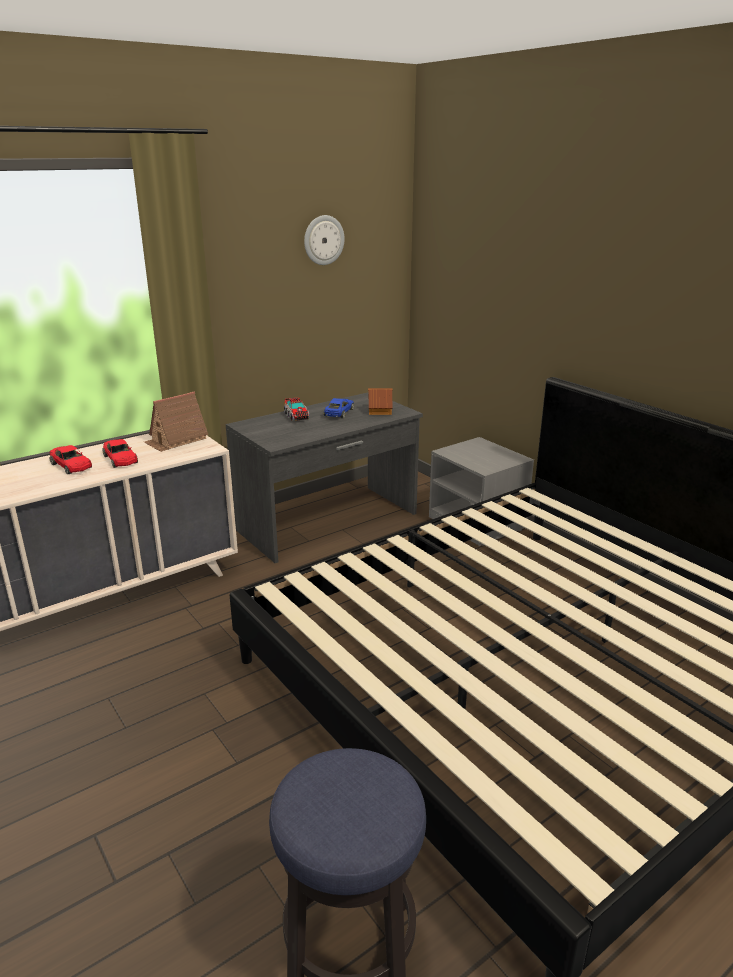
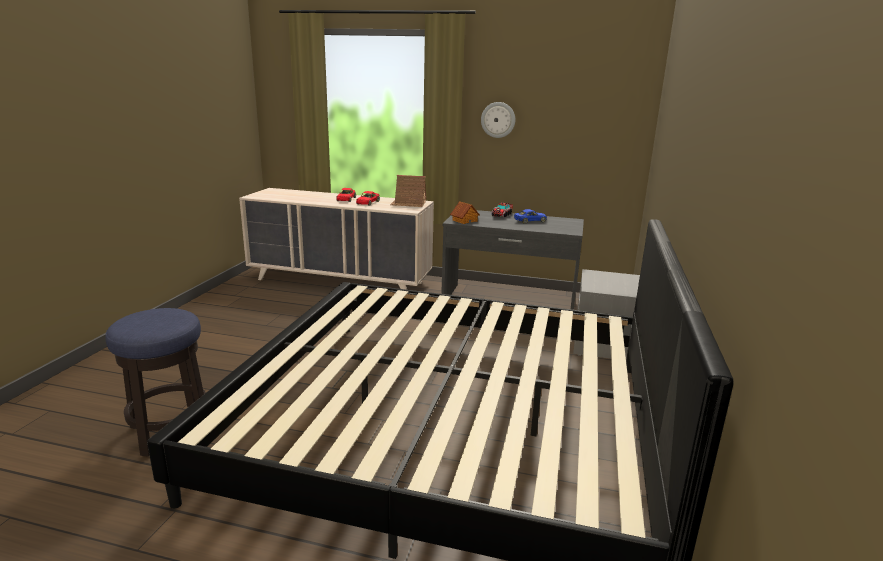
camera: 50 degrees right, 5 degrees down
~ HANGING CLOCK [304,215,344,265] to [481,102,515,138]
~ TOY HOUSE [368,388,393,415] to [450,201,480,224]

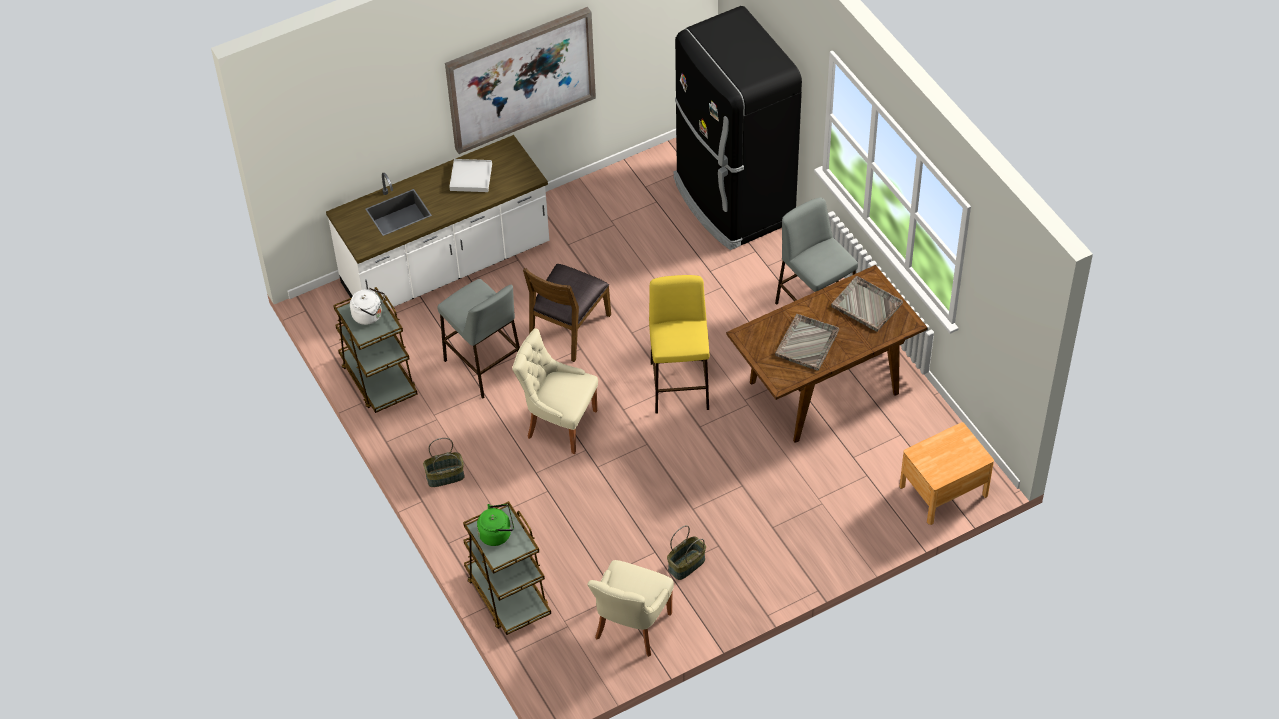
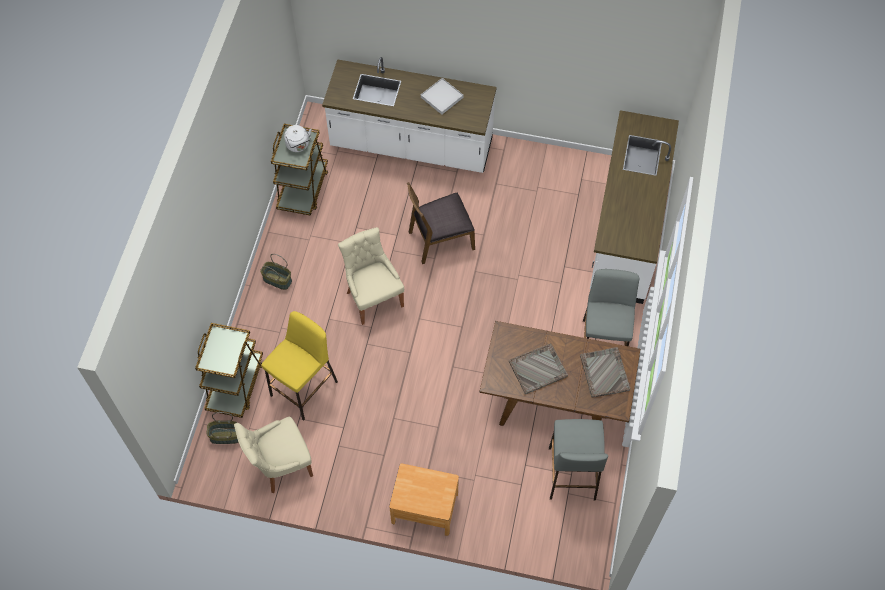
camera: 40 degrees right, 10 degrees up
~ BLACK-COLOURED FRIDGE [674,6,802,250] to WHITE KITCHEN COUNTER [590,110,679,304]
- PICTURE [445,7,596,154]
~ YELLOW-COLOURED STOOL [649,275,709,414] to [262,311,338,421]
~ GREY STOOL [437,279,520,399] to [549,419,608,500]
~ BROWN-COLOURED NIGHTSTAND [900,422,994,525] to [389,464,459,536]
- GREEN-COLOURED WATER KETTLE [477,504,514,546]
~ HOUSEHOLD BASKET [667,525,706,580] to [206,412,238,444]

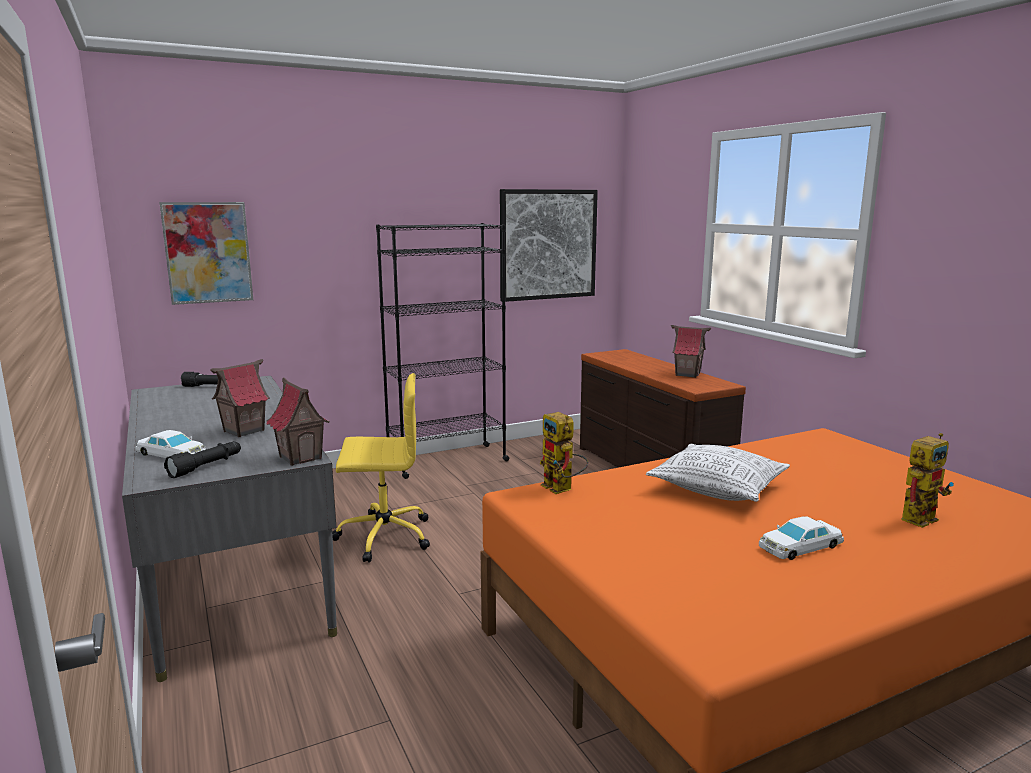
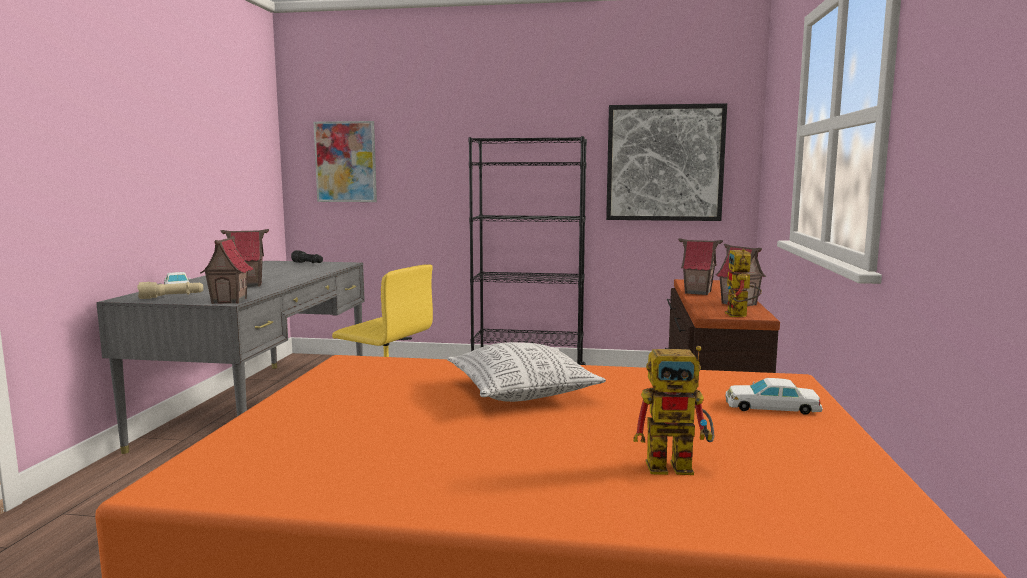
camera: 35 degrees right, 5 degrees down
~ TOY ROBOT [540,412,589,494] to [725,249,762,317]
~ BLACK-COLOURED HAND TORCH [164,441,241,478] to BEIGE-COLOURED HAND TORCH [137,282,203,299]
~ WHITE TOY CAR [759,517,844,560] to [726,378,823,415]
+ TOY HOUSE [678,238,723,295]

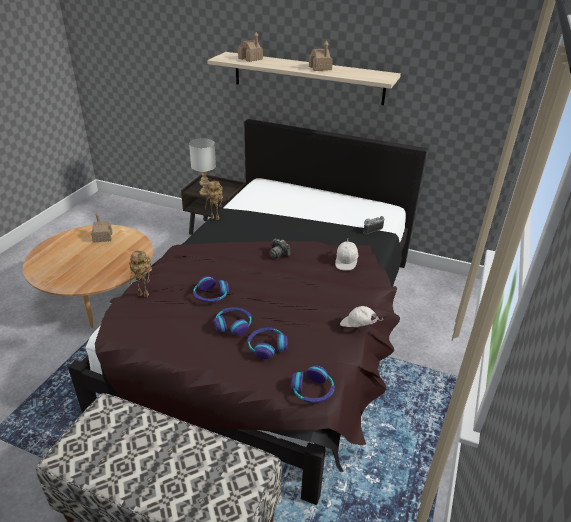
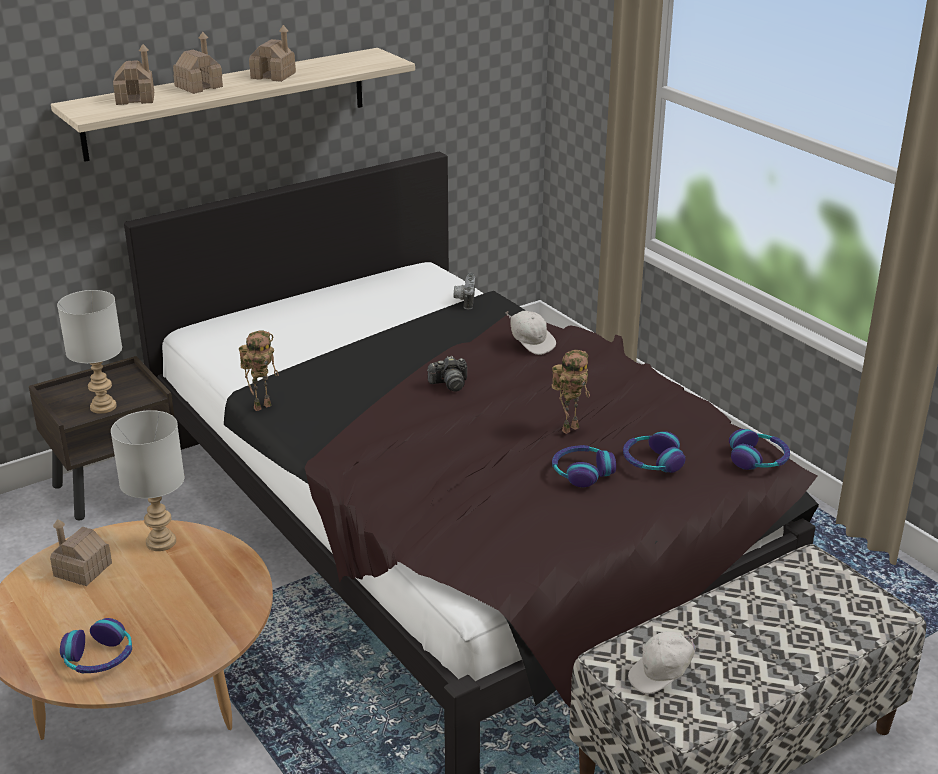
camera: 55 degrees left, 5 degrees down
~ TOY ROBOT [129,250,152,297] to [552,350,590,434]
~ HEADSET [193,277,229,302] to [60,618,132,673]
~ WHITE CAP [340,306,384,327] to [628,631,699,694]
+ TOY HOUSE [173,32,223,94]
+ GREY LAMP FOR A TABLE [111,410,184,551]

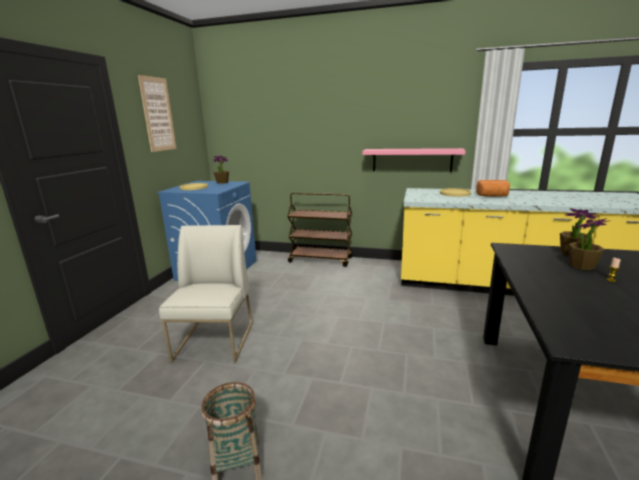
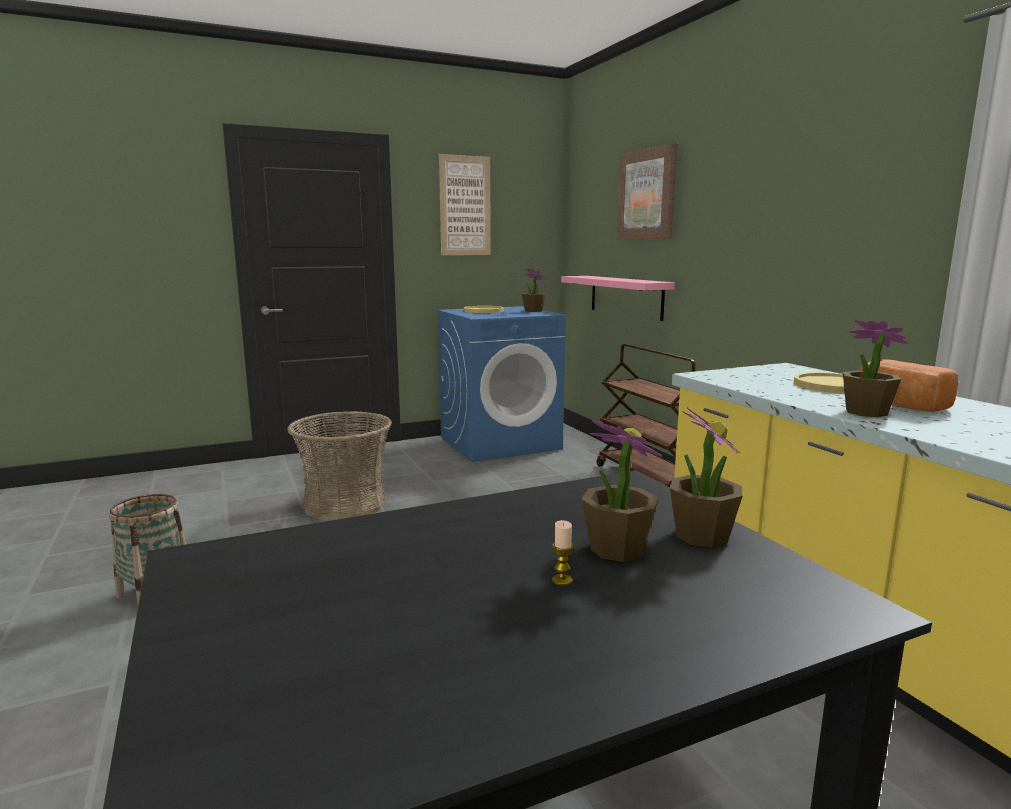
camera: 50 degrees right, 5 degrees down
~ PINKISH SHELF [362,148,466,172] to [561,276,675,321]
~ WHITE UPRIGHT CHAIR [159,225,252,363] to HOUSEHOLD BASKET [287,411,392,520]
+ PICTURE [616,143,677,240]
+ POTTED PLANT [843,320,908,417]

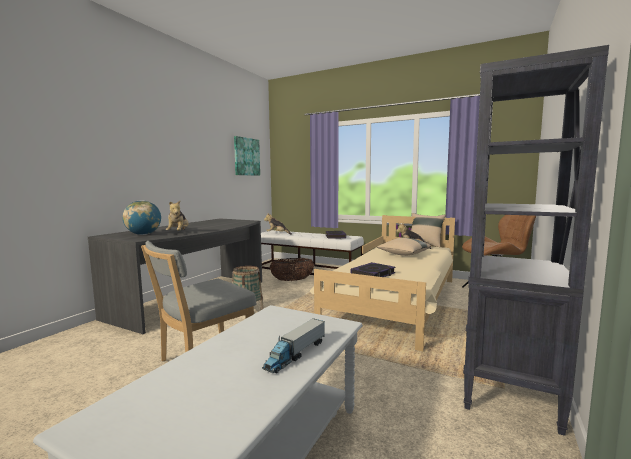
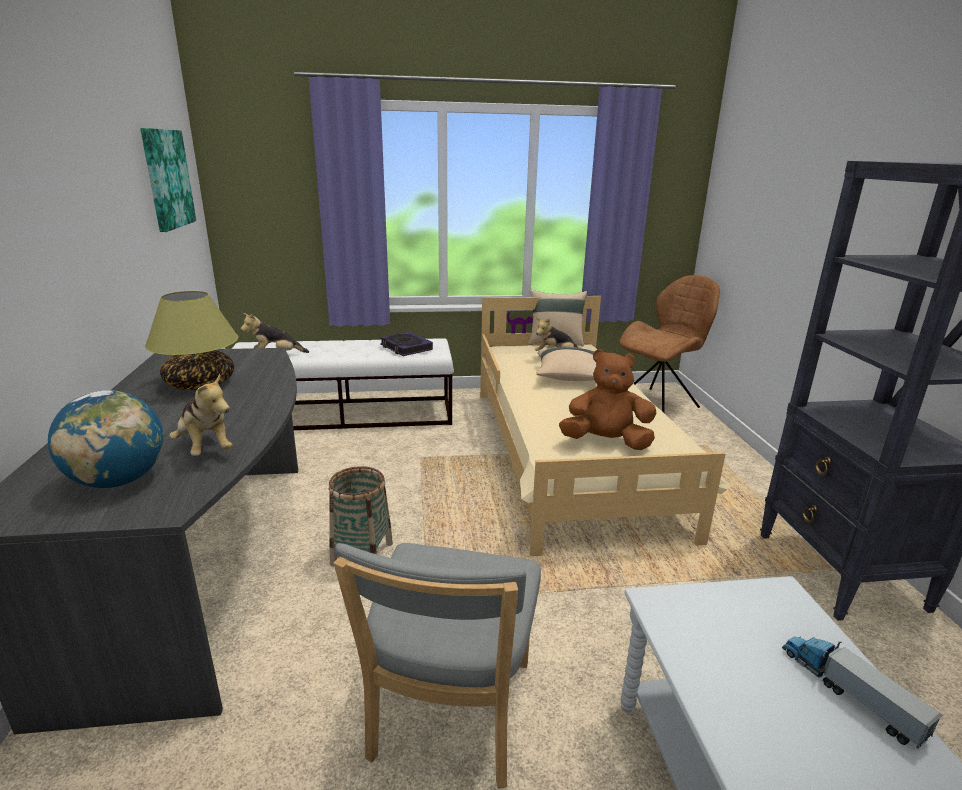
camera: 35 degrees left, 15 degrees up
- HOUSEHOLD BASKET [270,258,314,281]
~ BOOK [350,262,395,277] to BROWN-COLOURED PLUSH TOY [559,349,656,450]
~ TOY LORRY [262,318,325,374] = [782,636,943,749] 150 degrees clockwise
+ LAMP FOR A TABLE [145,291,238,390]

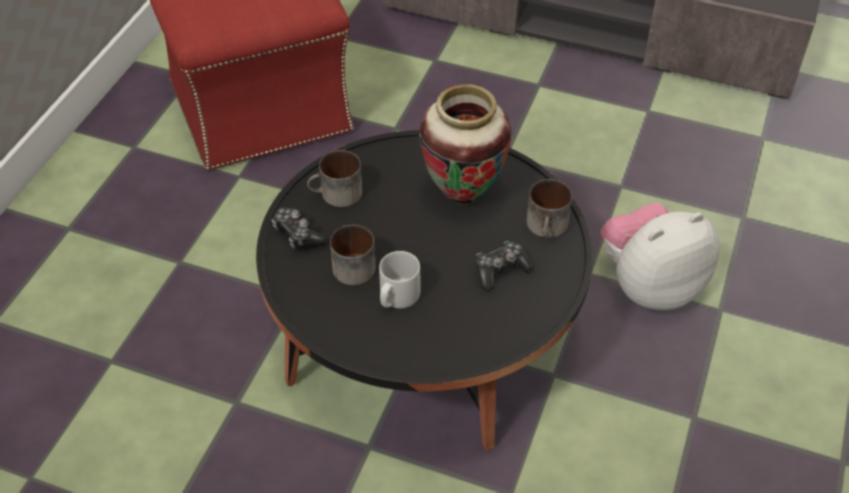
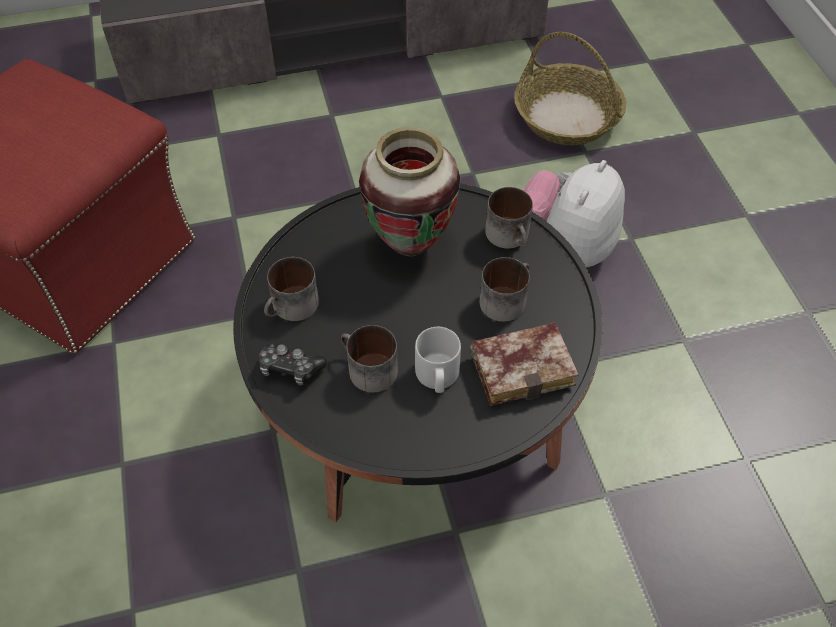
camera: 35 degrees left, 5 degrees up
~ GAME CONTROLLER [476,241,534,291] to COFFEE MUG [480,257,530,322]
+ HOUSEHOLD BASKET [514,32,626,145]
+ BOOK [470,323,579,406]

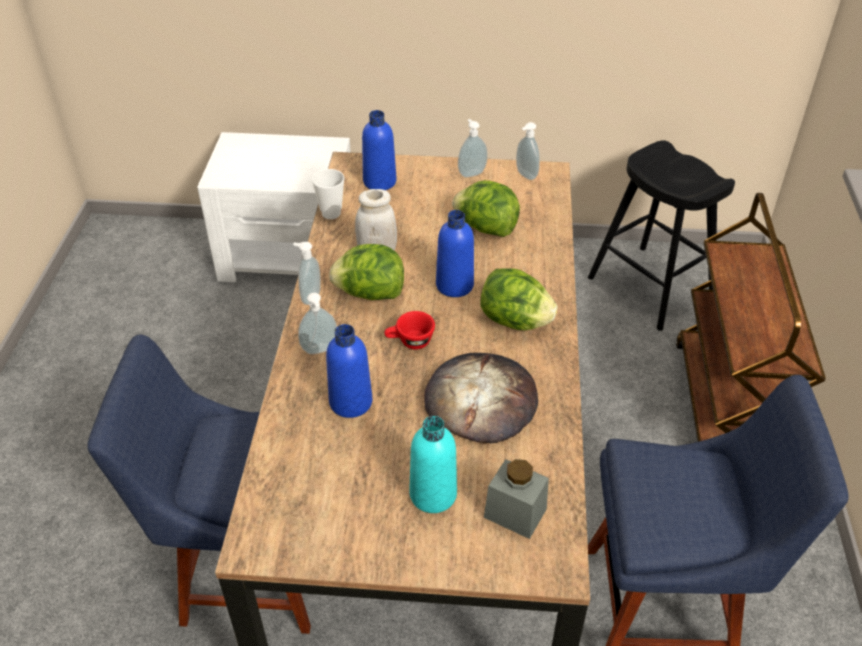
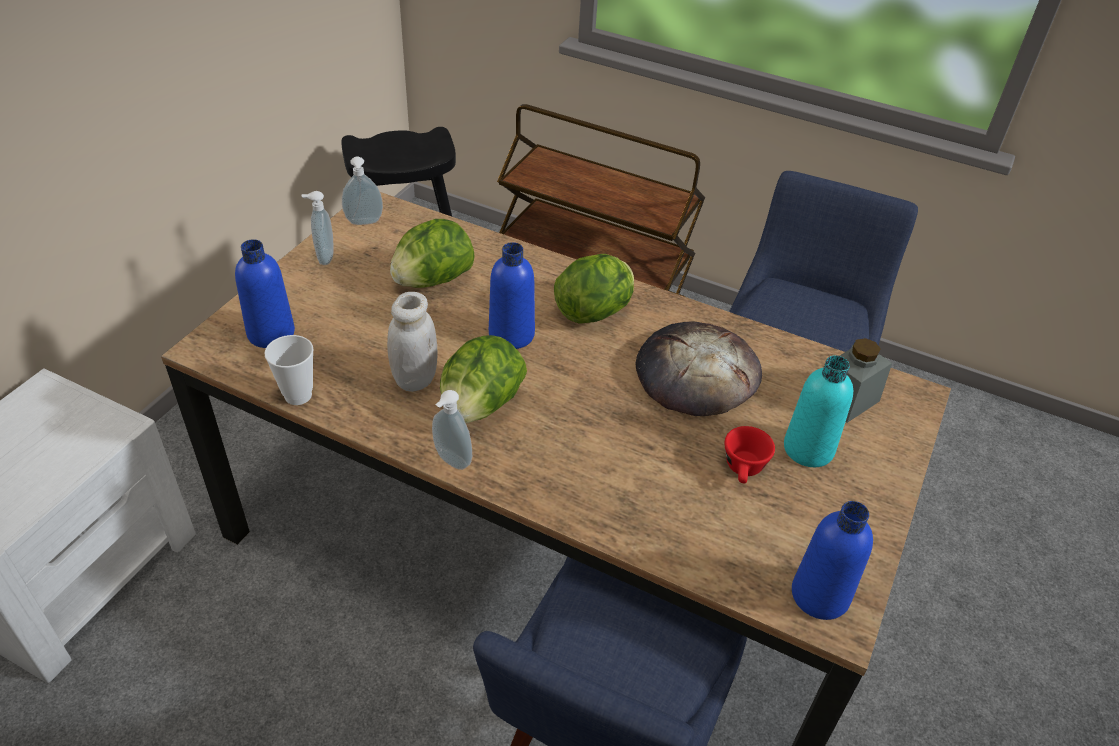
camera: 70 degrees left, 0 degrees up
- SOAP DISPENSER [298,293,337,354]
~ REDDISH SMALL CUP [385,311,435,349] to [725,426,775,484]
~ BLUE DRINK BOTTLE [326,324,372,418] to [792,501,873,620]

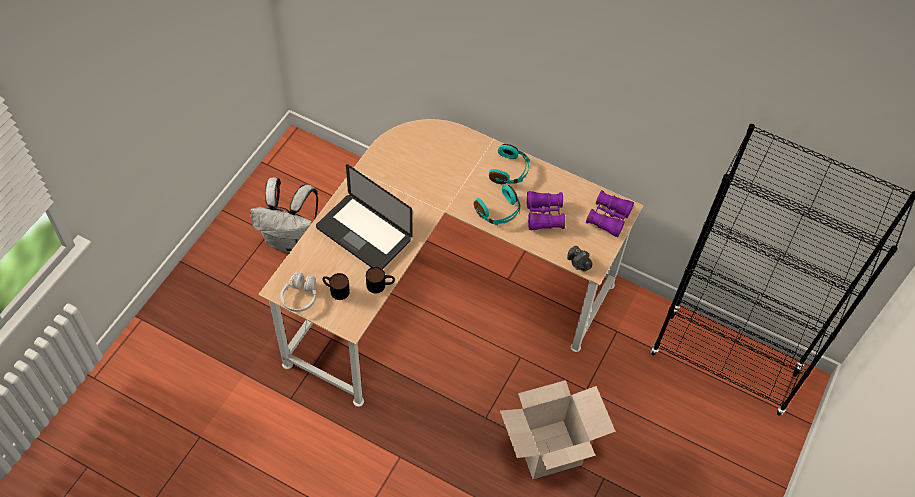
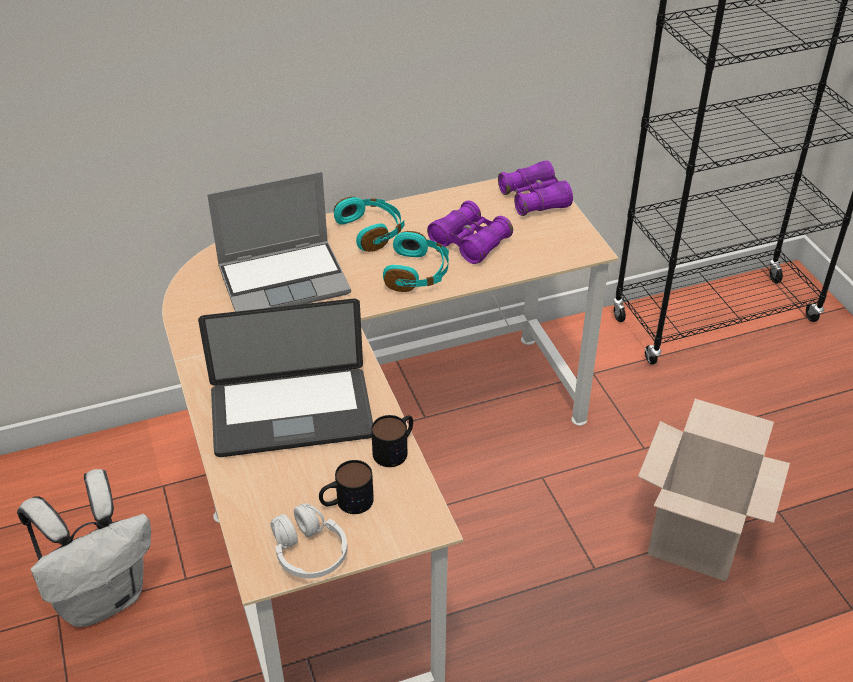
camera: 45 degrees left, 15 degrees down
- PHOTO CAMERA [567,246,593,271]
+ LAPTOP [207,171,351,312]

